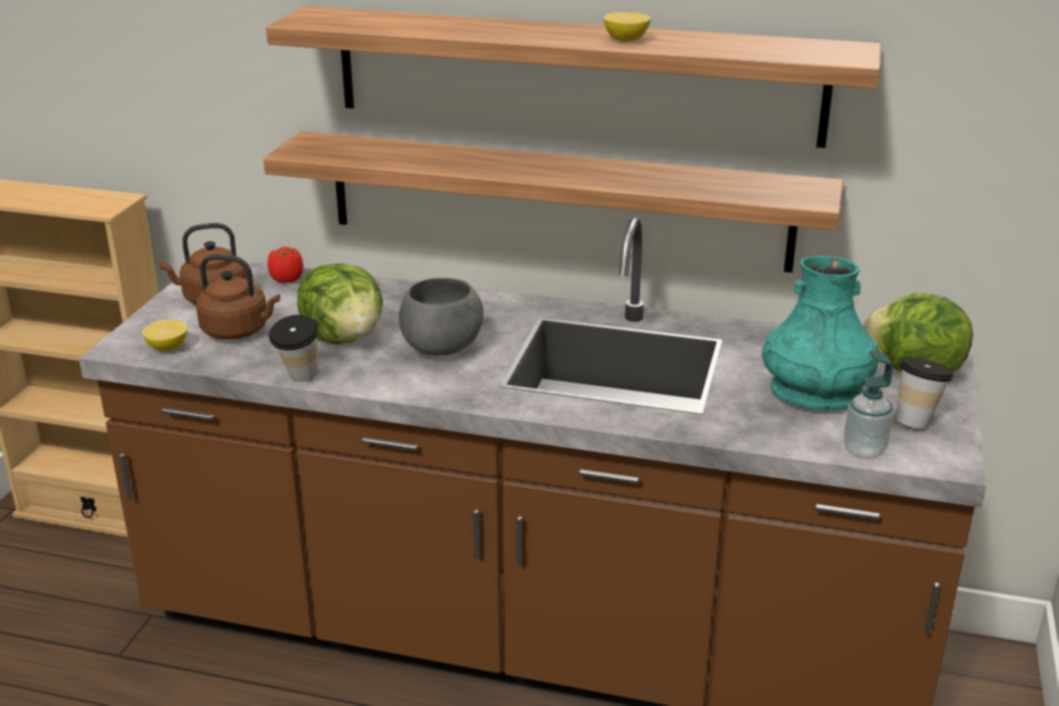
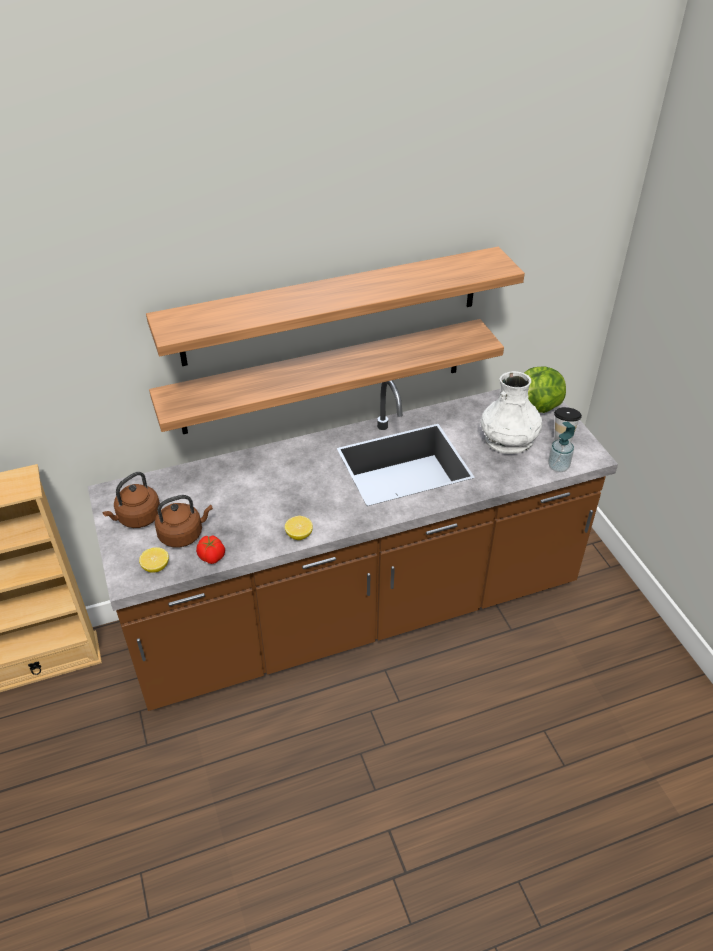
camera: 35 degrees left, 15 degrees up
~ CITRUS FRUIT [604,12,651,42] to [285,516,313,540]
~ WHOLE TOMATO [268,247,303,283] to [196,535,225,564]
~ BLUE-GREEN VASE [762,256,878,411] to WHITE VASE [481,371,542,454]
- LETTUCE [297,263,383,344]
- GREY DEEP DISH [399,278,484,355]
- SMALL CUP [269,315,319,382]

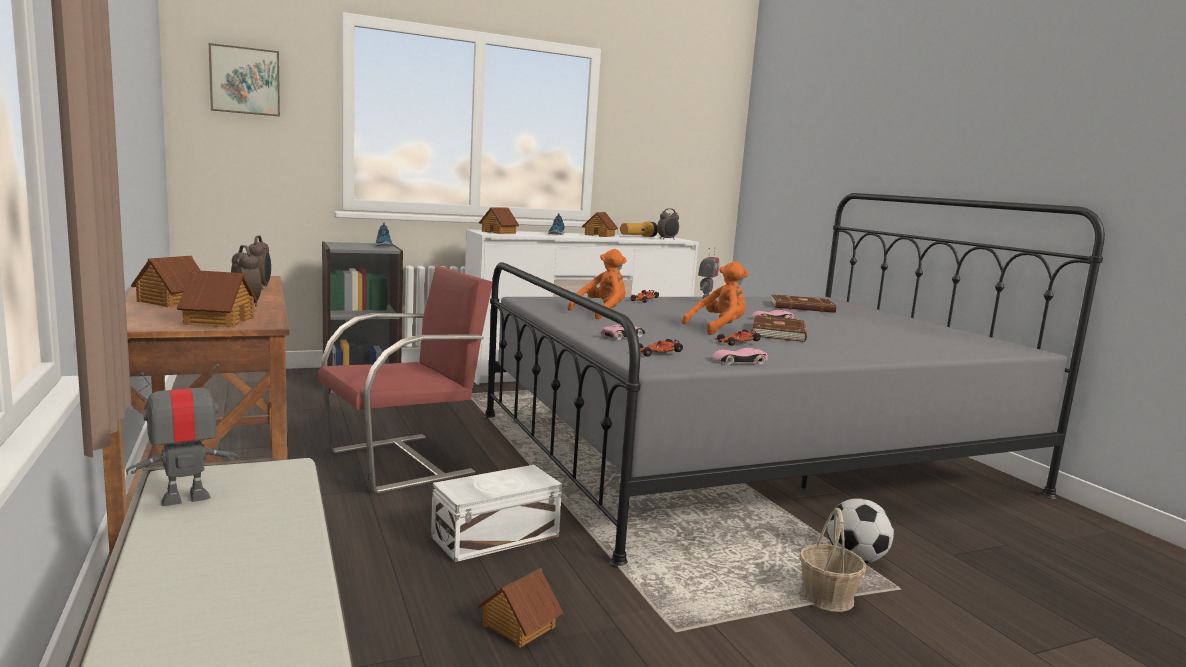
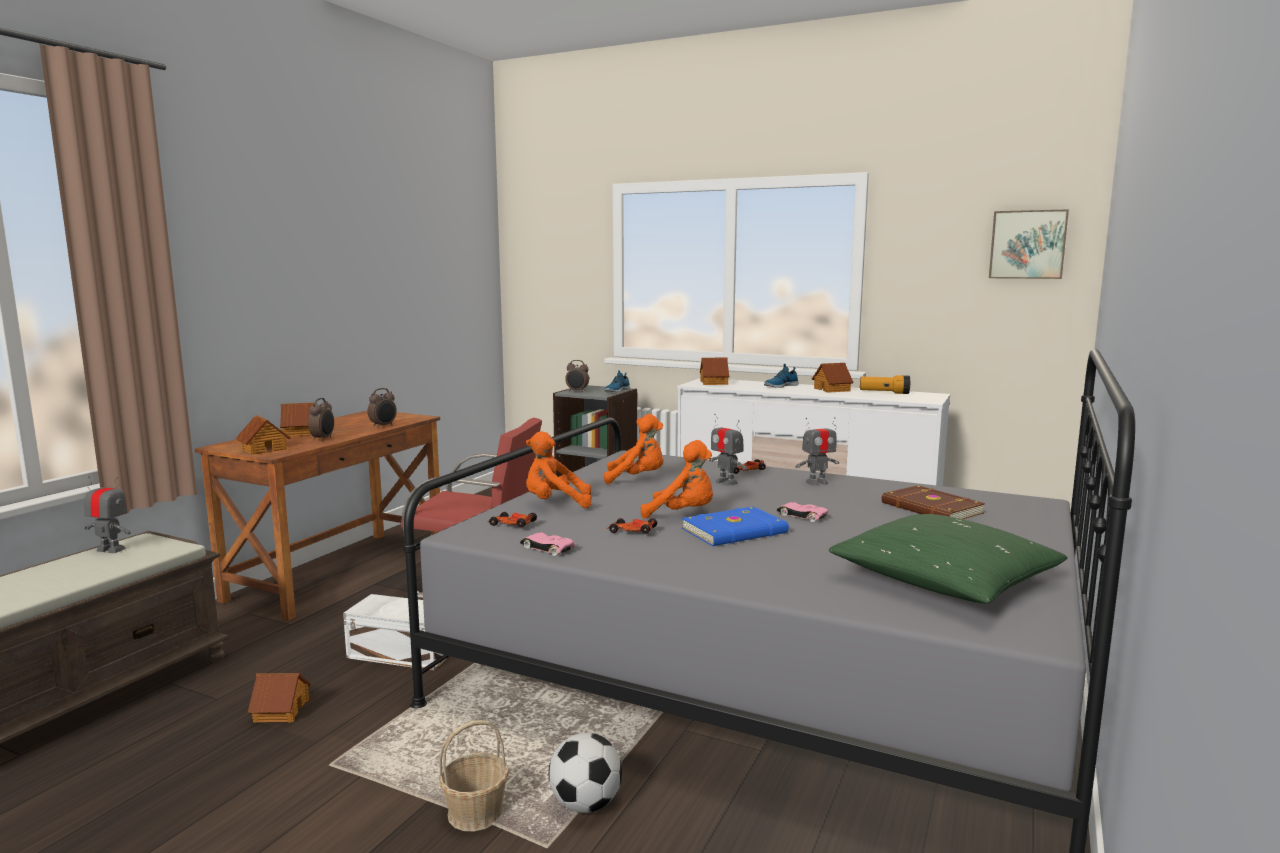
camera: 50 degrees right, 0 degrees up
~ PICTURE [209,43,280,116] to [989,209,1069,279]
~ ALARM CLOCK [657,208,679,240] to [565,360,589,392]
~ BROWN-COLOURED BOOK [752,315,807,342] to BLUE BOOK [682,506,789,546]
~ PINKISH TOY CAR [601,325,645,340] to ORANGEY PLUSH TOY [526,431,592,508]
+ TOY ROBOT [709,414,747,485]
+ GREEN-COLOURED THROW PILLOW [829,514,1068,604]

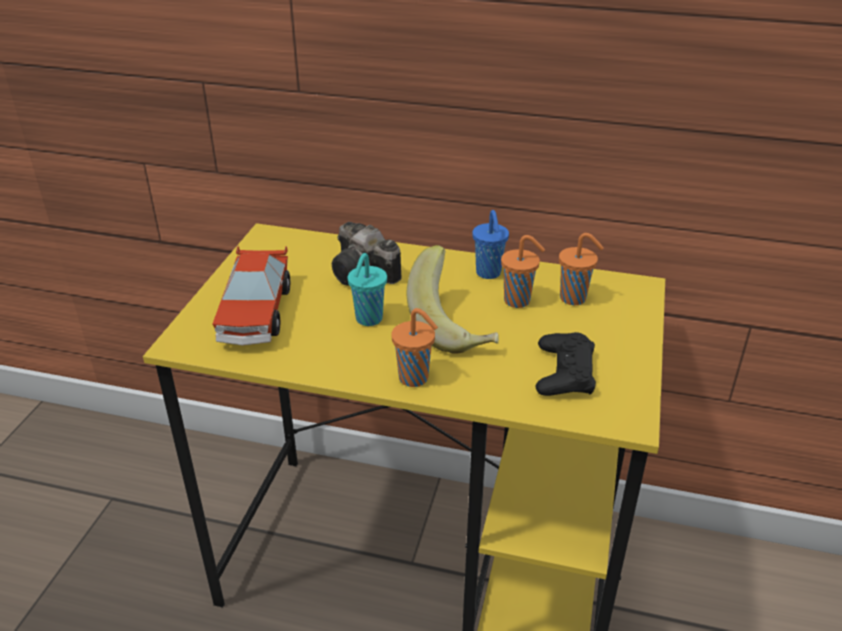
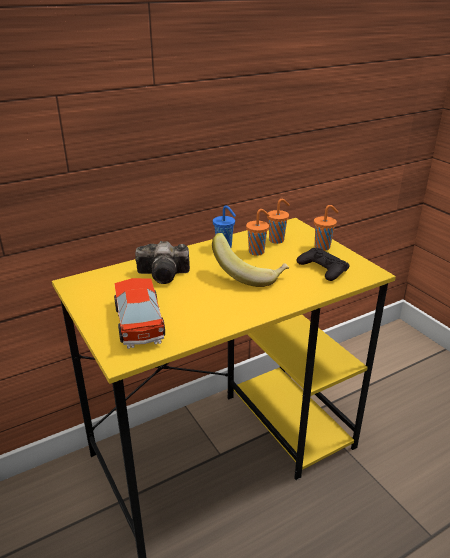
camera: 45 degrees left, 5 degrees down
~ TOY CAR [213,245,290,345] = [114,278,165,349] 150 degrees counterclockwise
- BLUE-GREEN SMALL CUP [348,253,387,326]
~ ORANGEY SMALL CUP [391,308,438,387] to [314,205,338,251]

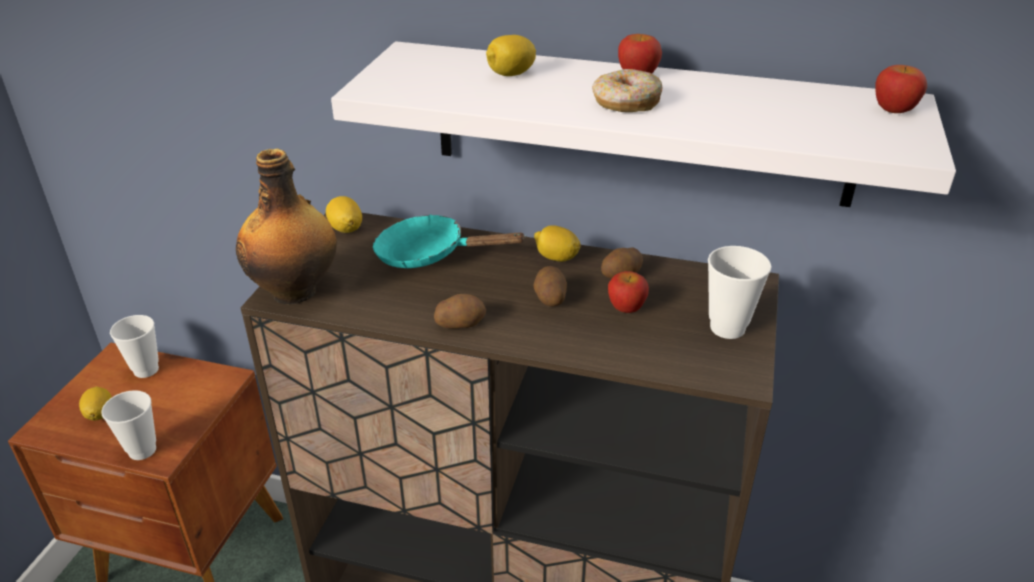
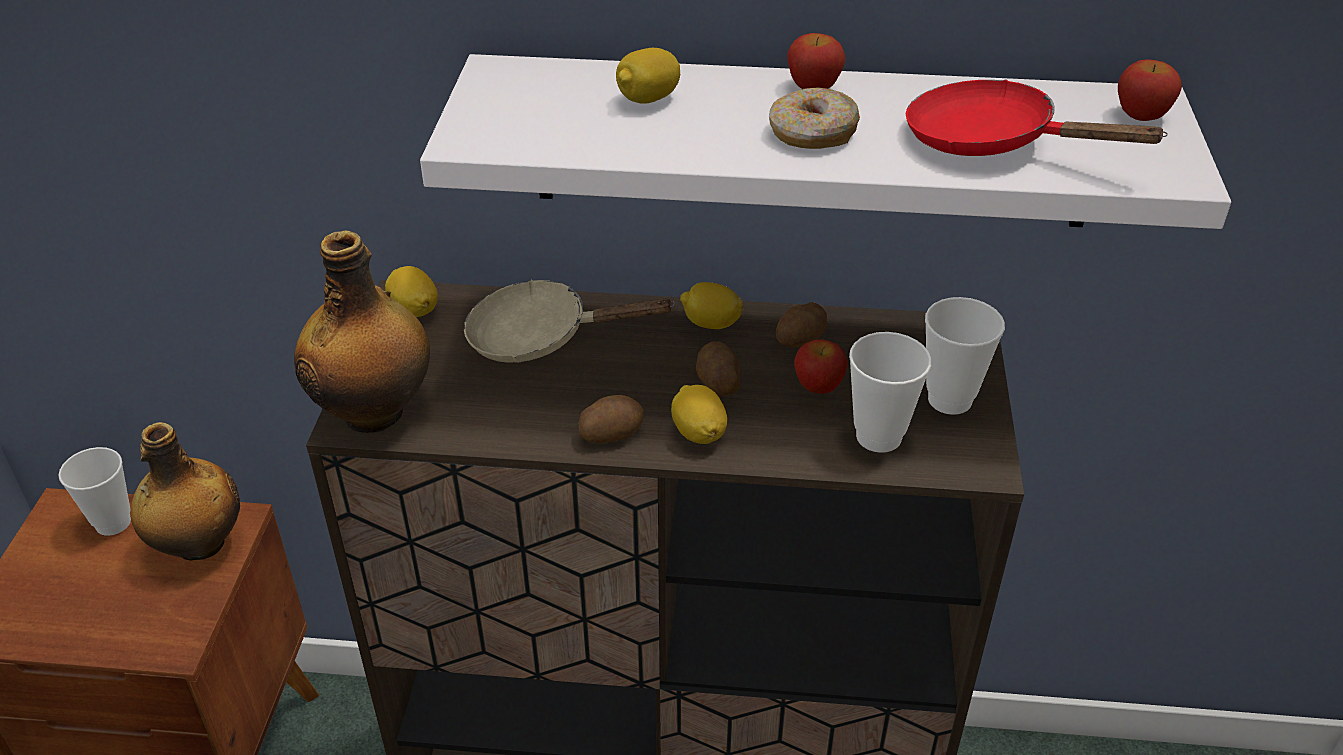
camera: 10 degrees left, 5 degrees up
~ BLUE-GREEN FRYING PAN [373,214,526,268] to BEIGE-COLOURED FRYING PAN [464,279,675,363]
~ CITRUS FRUIT [79,387,112,421] to [671,385,727,444]
~ SMALL CUP [101,390,156,460] to [849,332,932,453]
+ REDDISH FRYING PAN [906,79,1168,156]
+ DRINK BOTTLE [131,422,240,561]

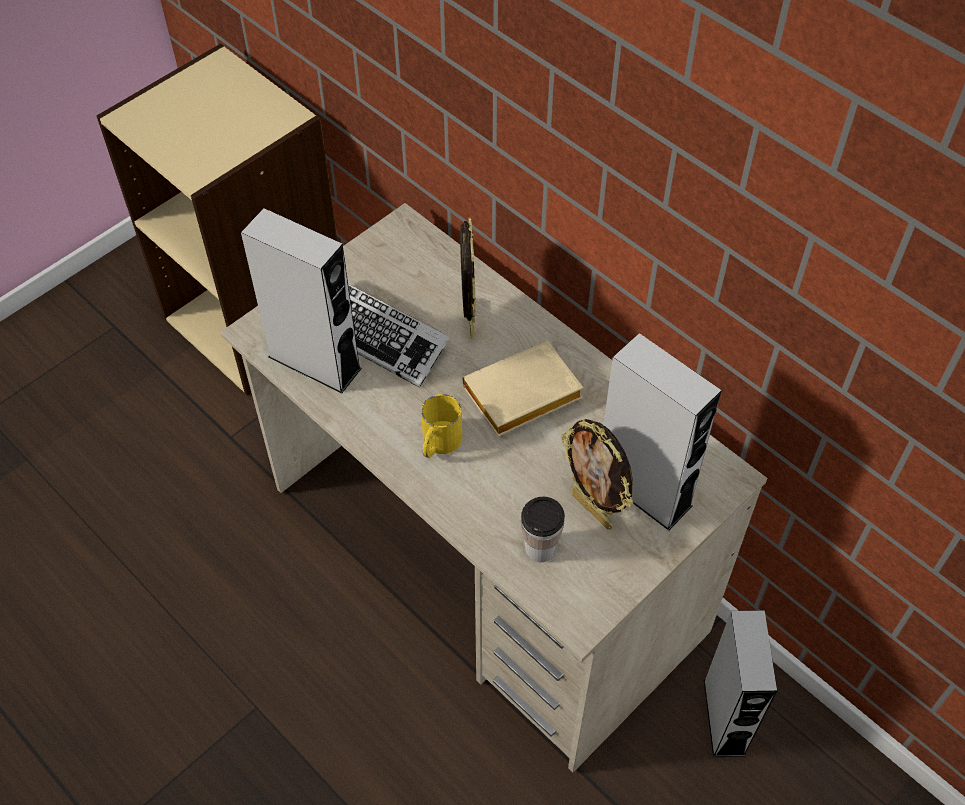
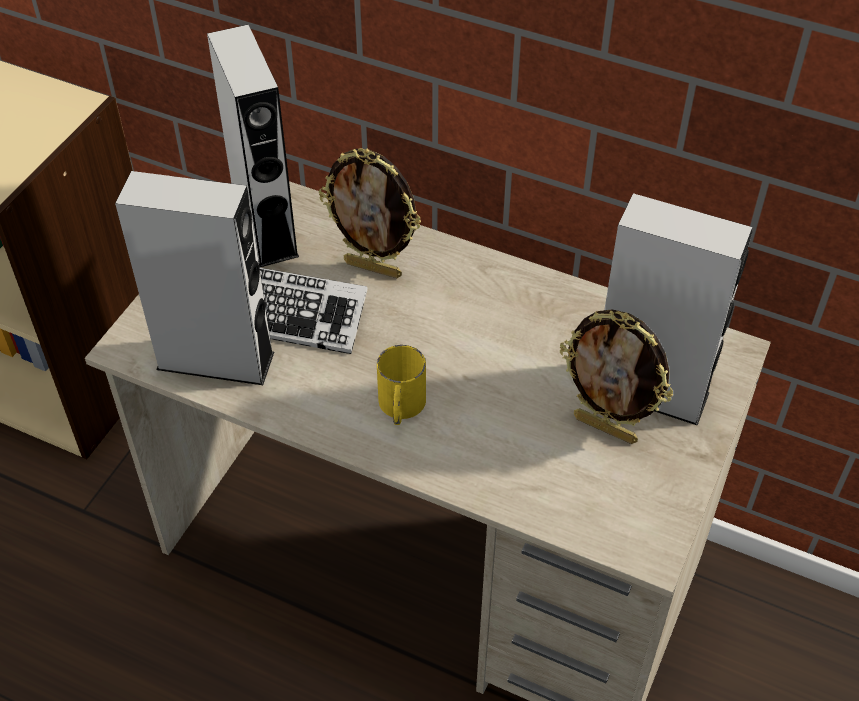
camera: 20 degrees left, 5 degrees down
~ STANDING FRAME [460,218,476,339] = [319,148,421,278] 135 degrees clockwise
- BEIGE-COLOURED BOOK [462,341,583,437]
- SMALL CUP [521,497,565,562]
~ GREY LOUDSPEAKER [704,610,777,757] to [207,25,299,267]

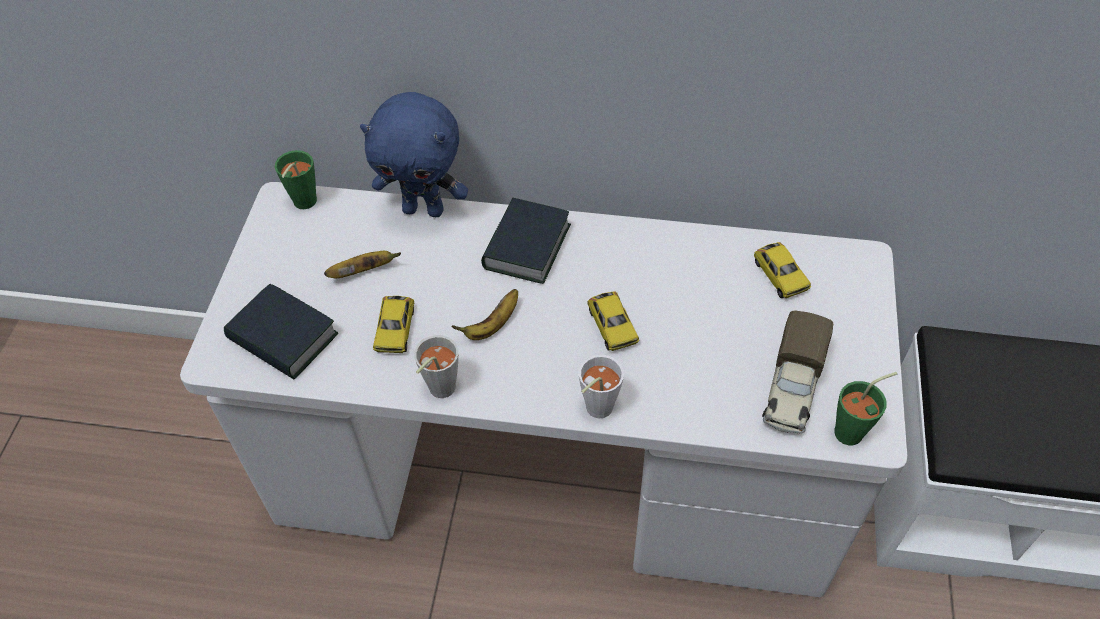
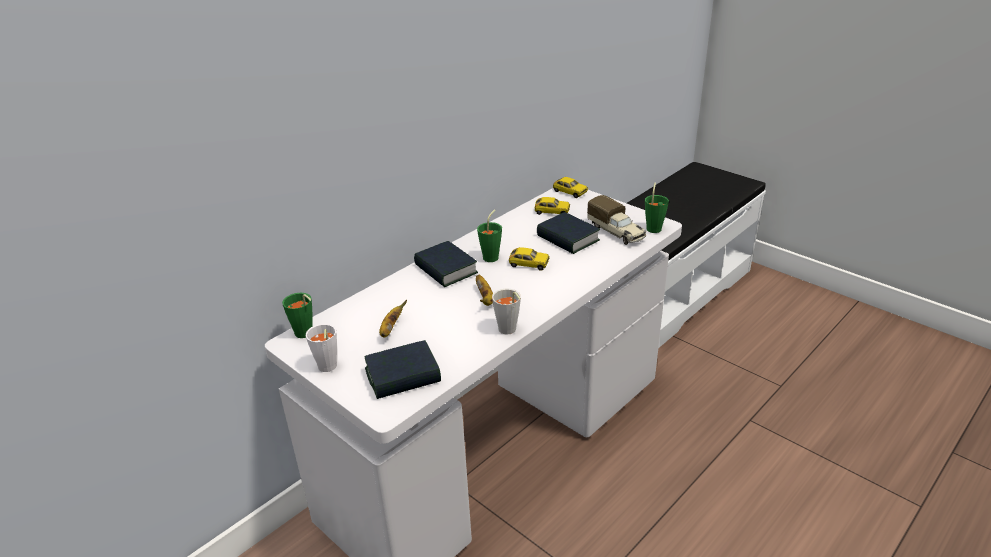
camera: 55 degrees left, 20 degrees down
- BLUE PLUSH TOY [360,92,468,217]
~ TOY CAR [373,296,414,353] to [553,177,588,198]
~ WHITE SMALL CUP [579,355,624,418] to [306,324,337,372]
+ GREEN-COLOURED SMALL CUP [477,209,502,262]
+ BOOK [537,212,600,254]

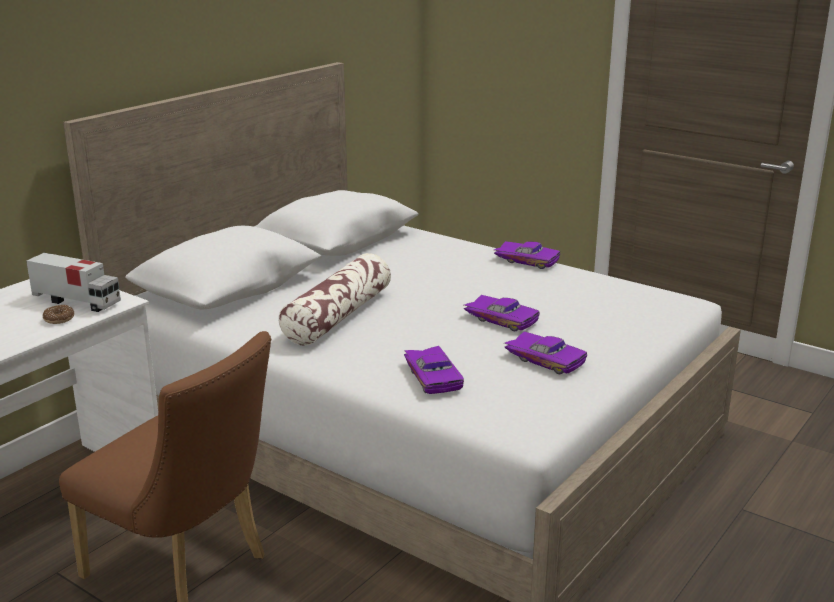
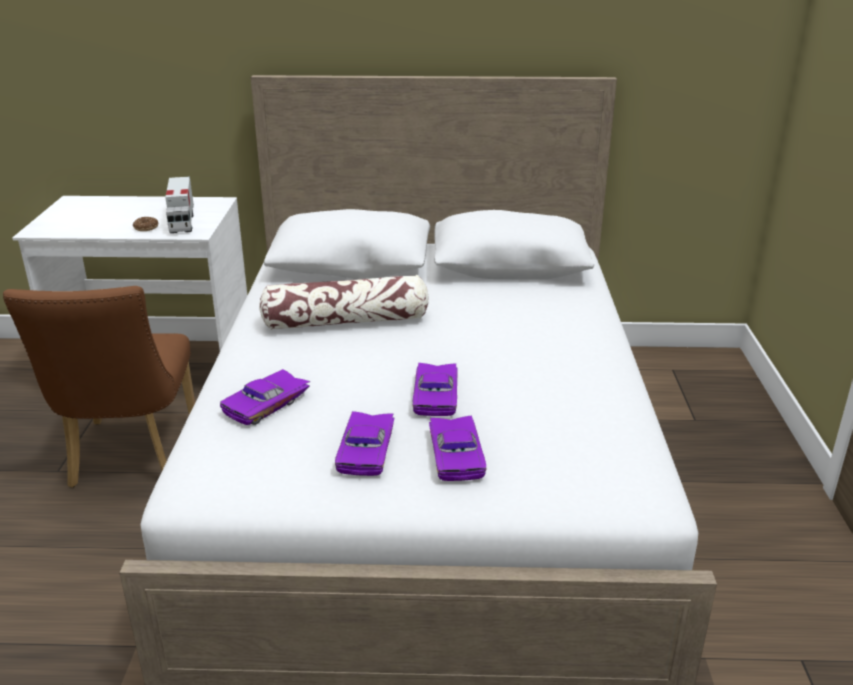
camera: 55 degrees right, 5 degrees up
~ PURPLE-COLOURED TOY CAR [494,241,560,269] to [429,416,487,481]

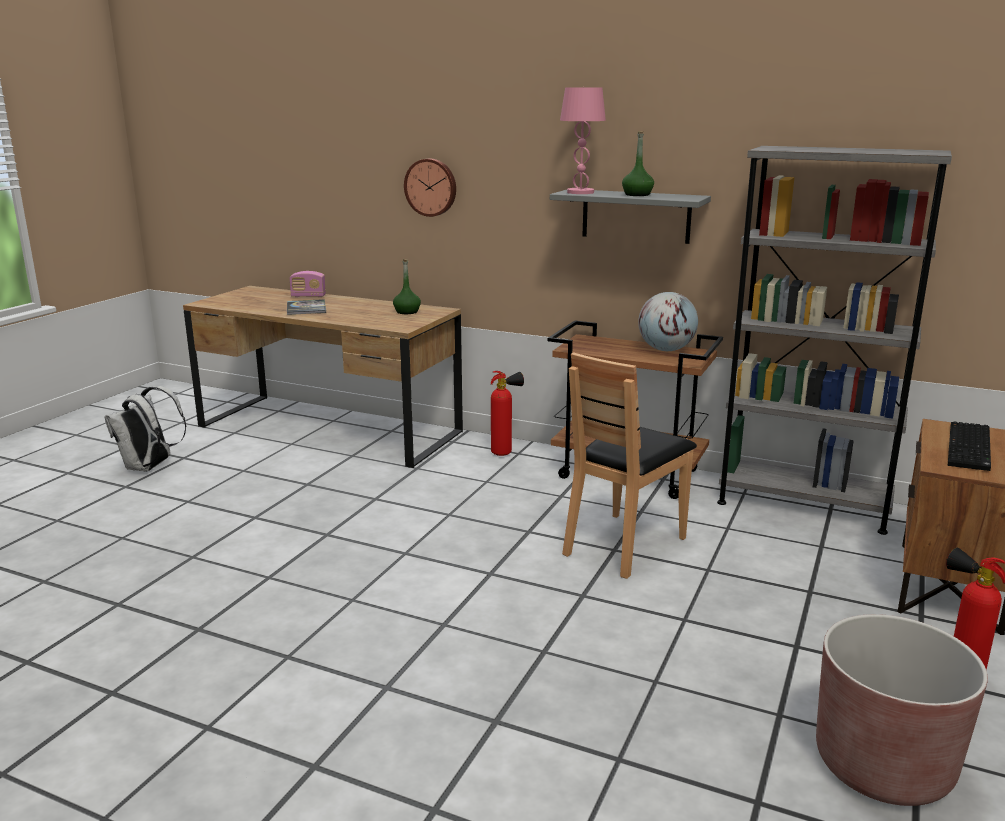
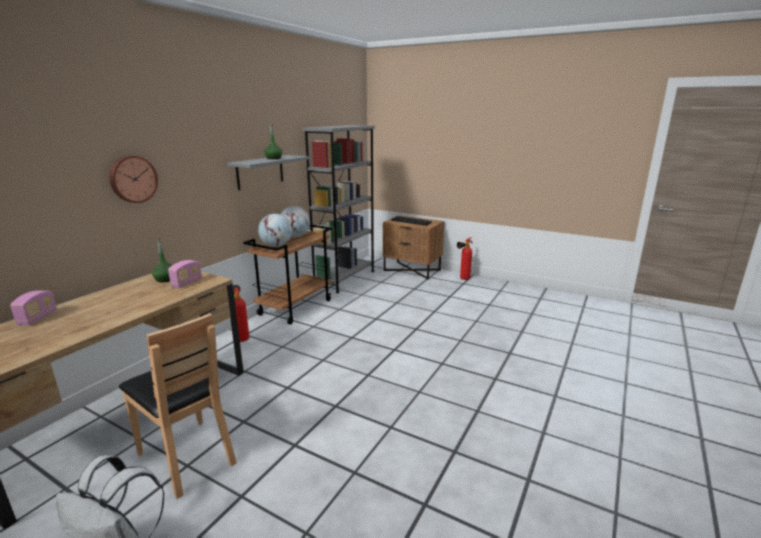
camera: 85 degrees left, 0 degrees up
- PINKISH LAMP FOR A TABLE [560,87,606,194]
- BOOK [287,299,326,315]
~ BROWN-COLOURED UPRIGHT CHAIR [562,352,697,579] to [119,313,237,499]
- BROWN-COLOURED PLANT POT [816,614,988,806]
+ GLOBE [258,214,292,247]
+ RADIO [168,260,202,288]

